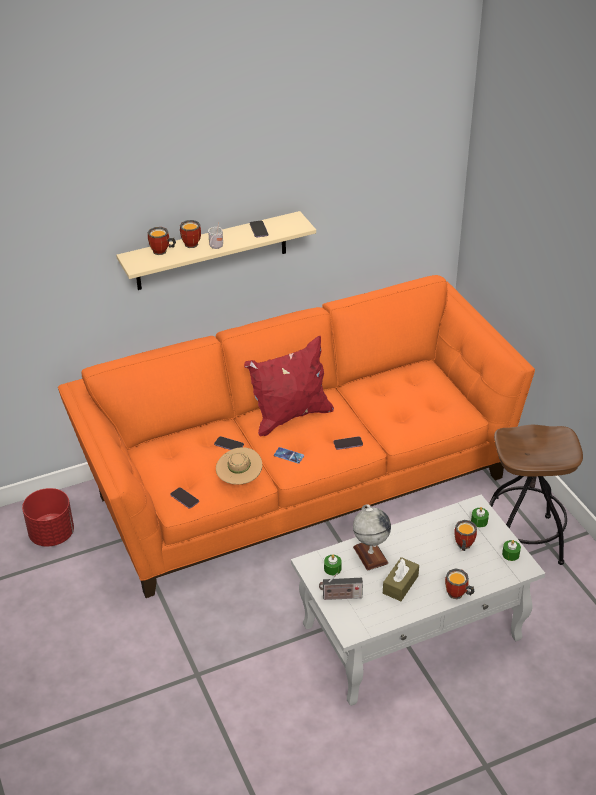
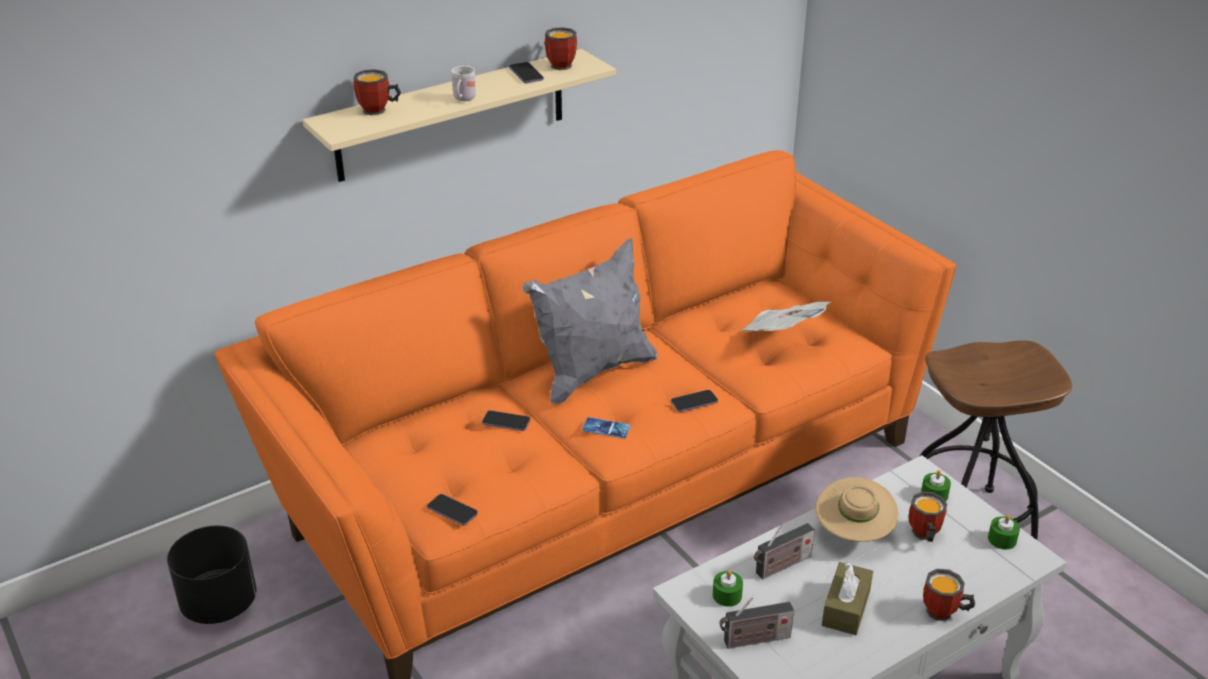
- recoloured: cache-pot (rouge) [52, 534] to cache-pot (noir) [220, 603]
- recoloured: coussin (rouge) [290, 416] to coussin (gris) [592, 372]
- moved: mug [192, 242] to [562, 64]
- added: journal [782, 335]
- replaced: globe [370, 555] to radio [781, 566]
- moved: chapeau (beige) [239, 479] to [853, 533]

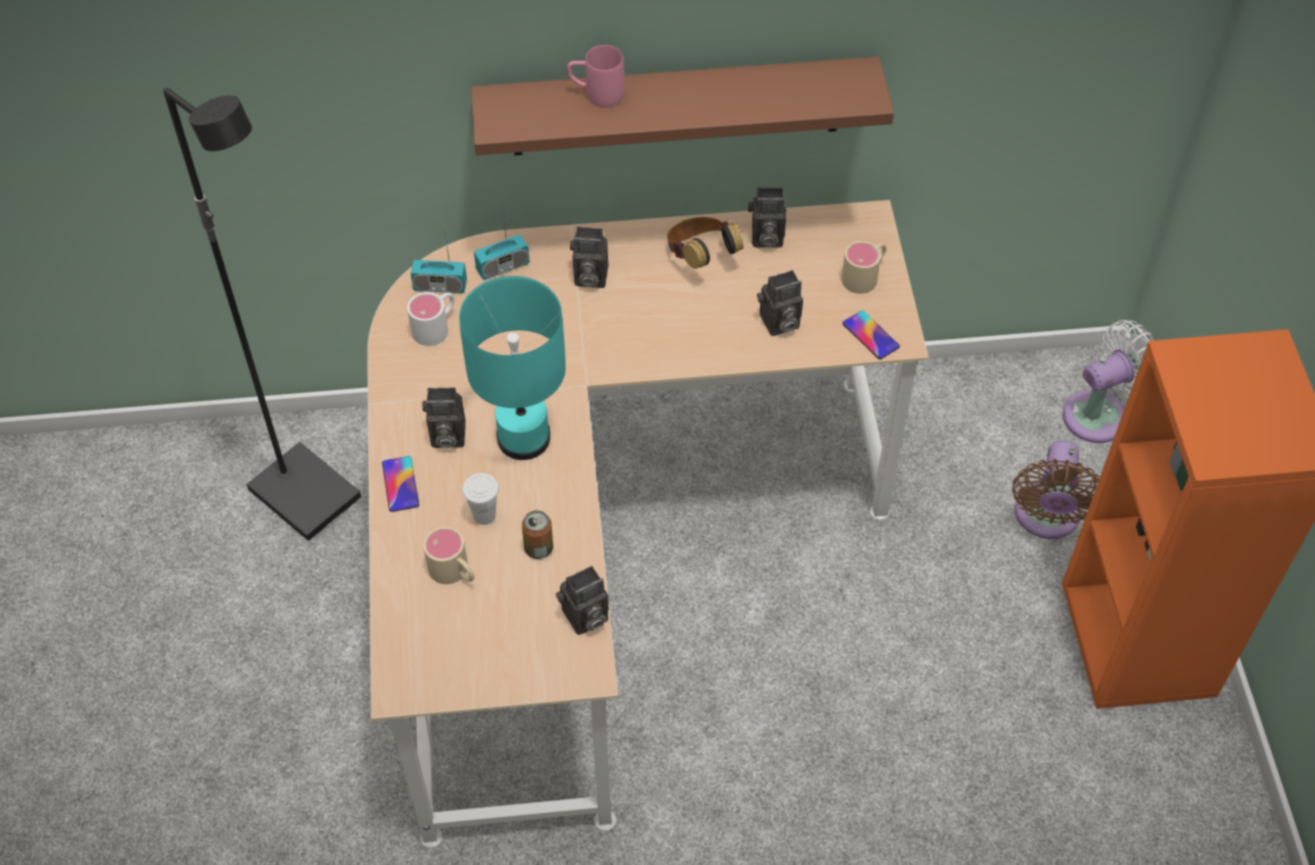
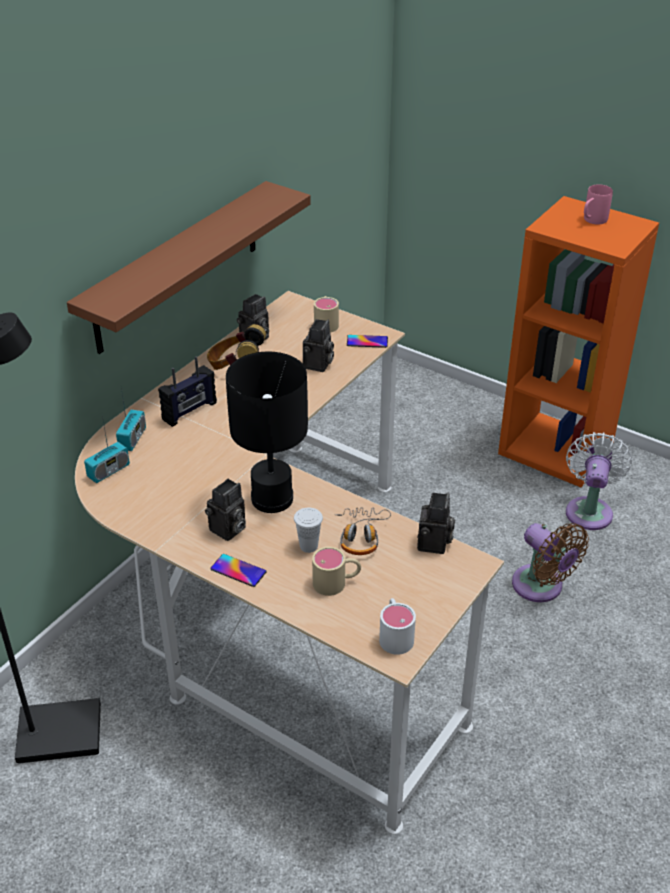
- replaced: appareil photo [589, 277] to radio [190, 411]
- recoloured: lampe de table (turquoise) [524, 438] to lampe de table (noir) [272, 498]
- replaced: boîte métallique [539, 548] to casque audio [361, 536]
- moved: mug (blanc) [436, 326] to [395, 634]
- moved: ventilateur (marron) [1046, 518] to [541, 587]
- moved: ventilateur (blanc) [1101, 414] to [589, 510]
- moved: mug (rose) [596, 94] to [592, 221]

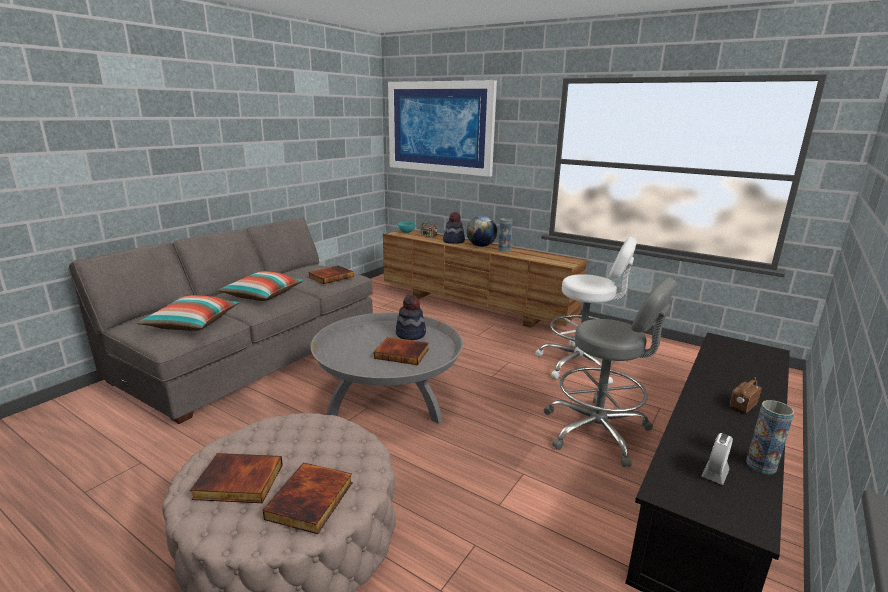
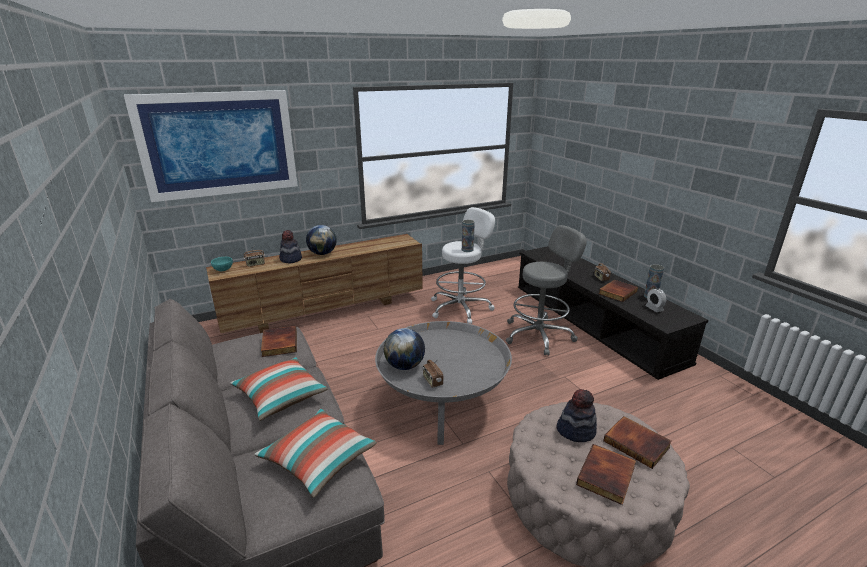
- added: globe [405, 366]
- added: radio [432, 381]
- moved: vase [504, 250] to [467, 250]
- moved: chapeau [411, 334] to [576, 430]
- moved: livre [402, 353] to [617, 292]

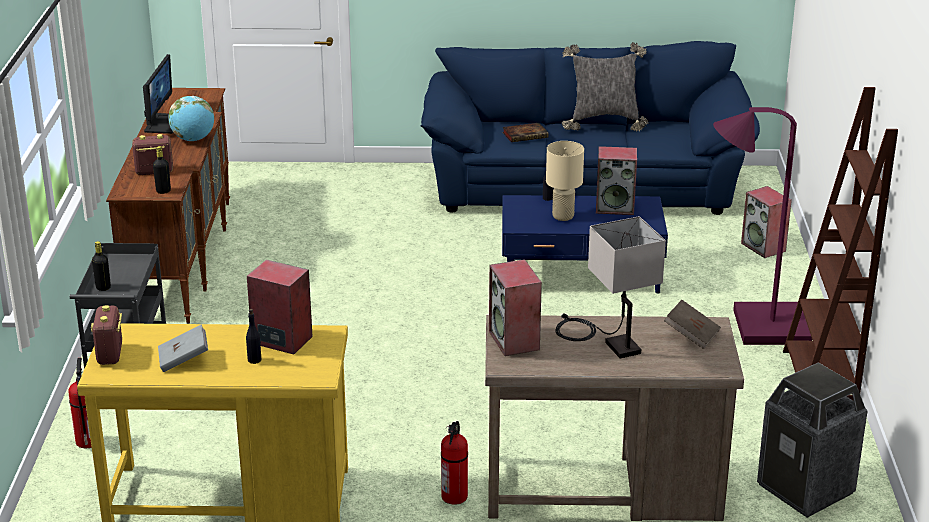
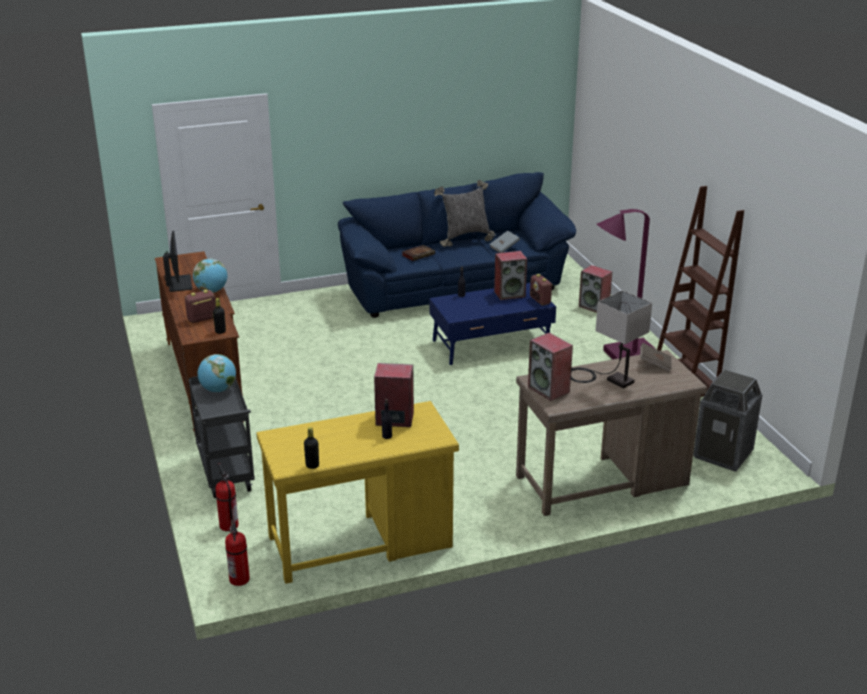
- added: globe [218, 390]
- moved: extincteur [454, 497] to [239, 579]
- moved: bouteille (noir) [103, 287] to [312, 465]
- moved: livre (gris) [184, 360] to [504, 248]
- moved: radio [110, 354] to [540, 301]
- removed: lampe de table (beige) [562, 218]

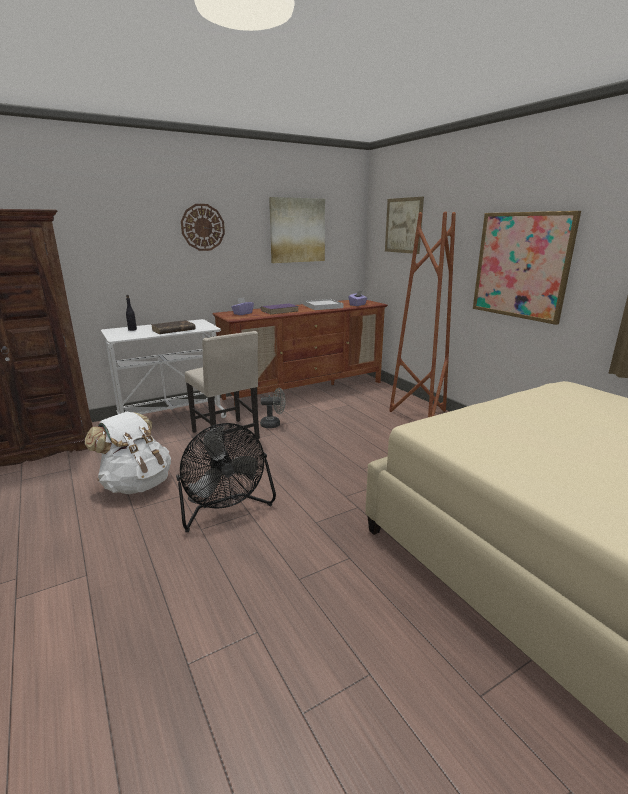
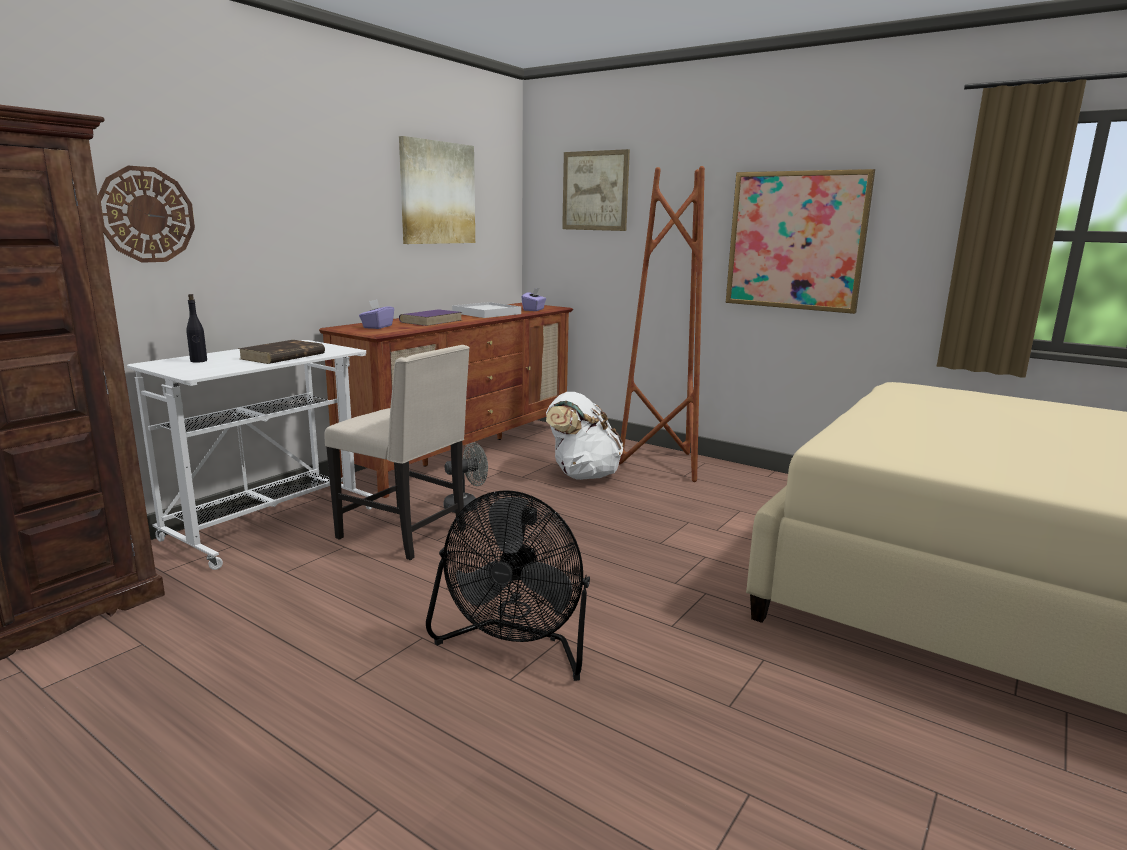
- moved: horloge murale [203, 227] to [146, 215]
- turned: ventilateur (noir) [221, 509] = [512, 642] 75 degrees clockwise
- moved: sac à dos (blanc) [136, 484] to [582, 475]

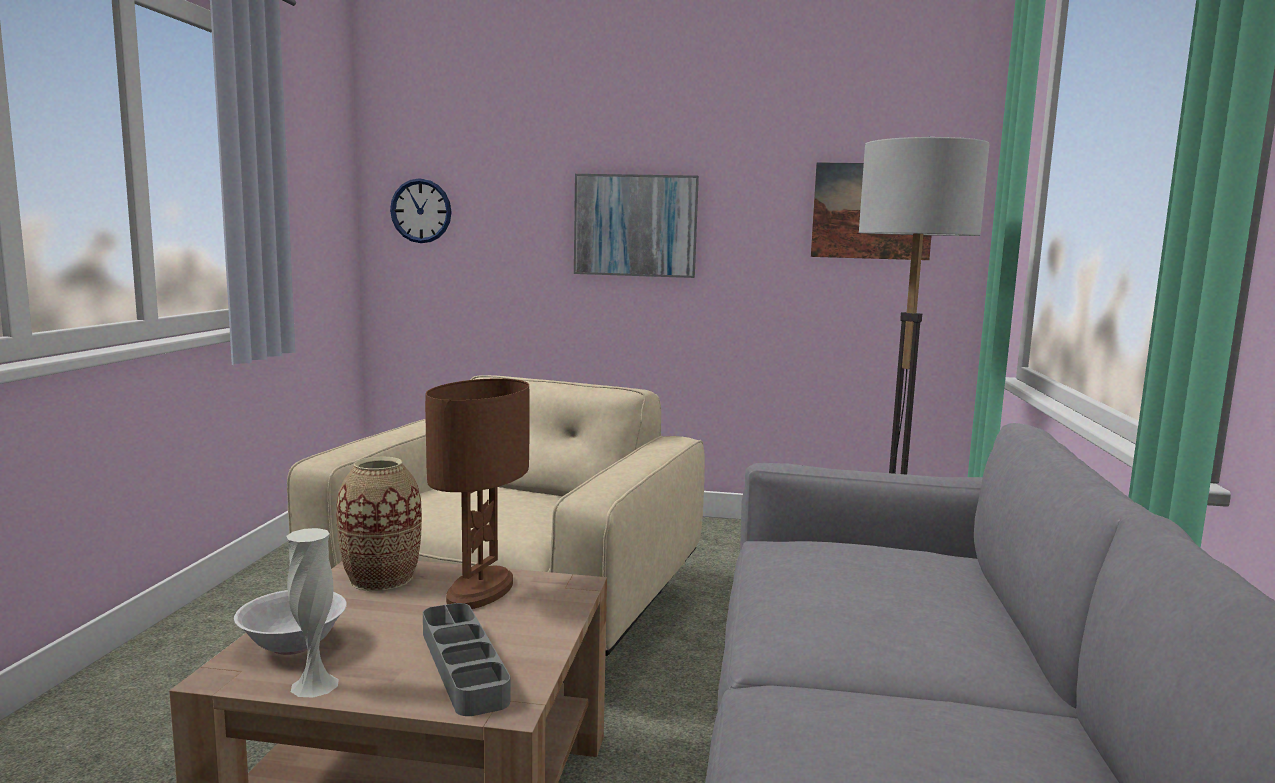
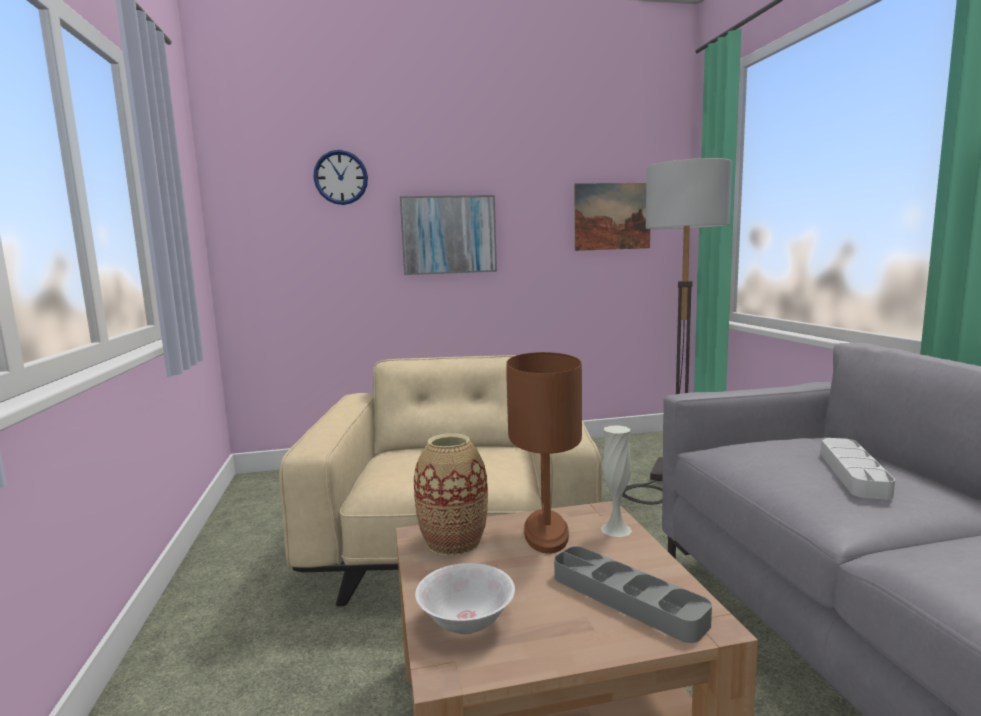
- moved: horloge murale [421, 211] to [341, 177]
- moved: vase (blanc) [314, 685] to [616, 529]
- added: plateau (gris) [853, 473]

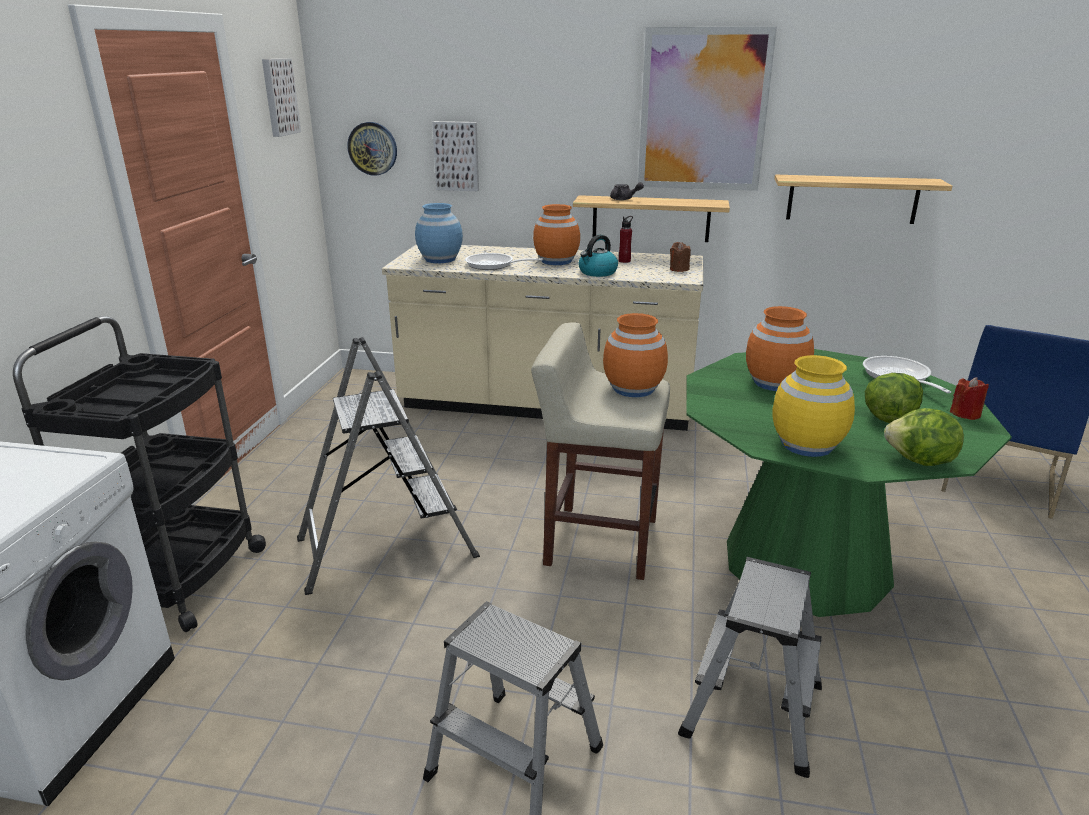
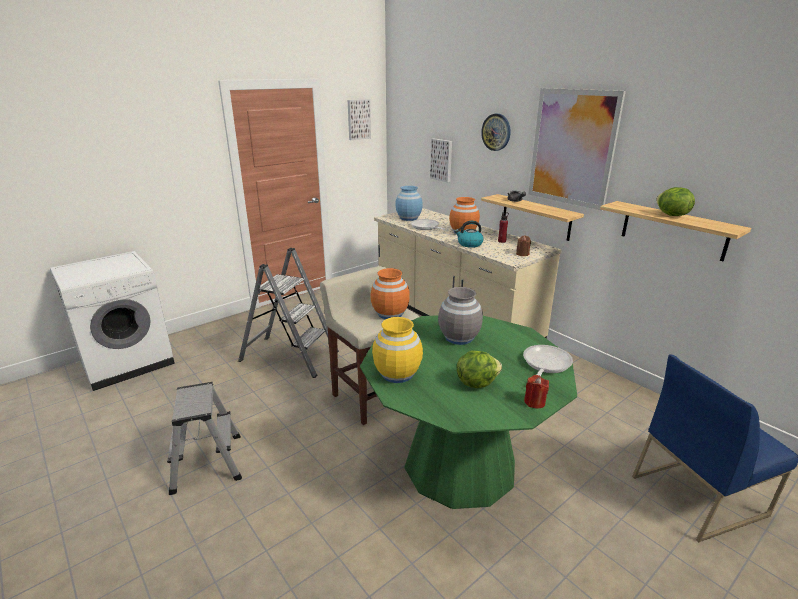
- recoloured: vase (orange) [775, 383] to vase (gris) [459, 337]
- moved: horloge murale [372, 148] to [496, 132]
- moved: laitue [920, 462] to [671, 215]
- removed: chariot (noir) [178, 580]
- removed: escabeau (gris) [752, 709]

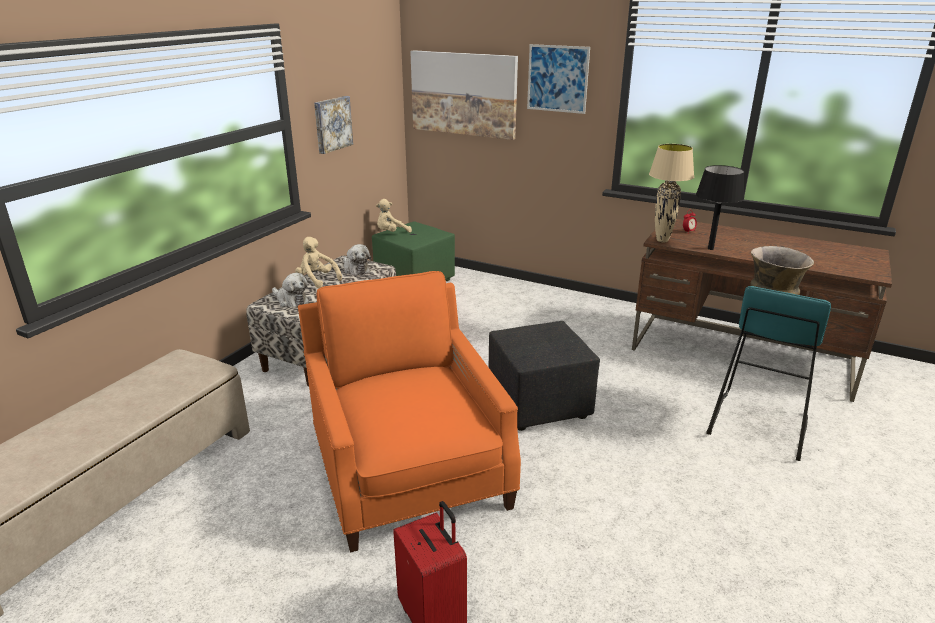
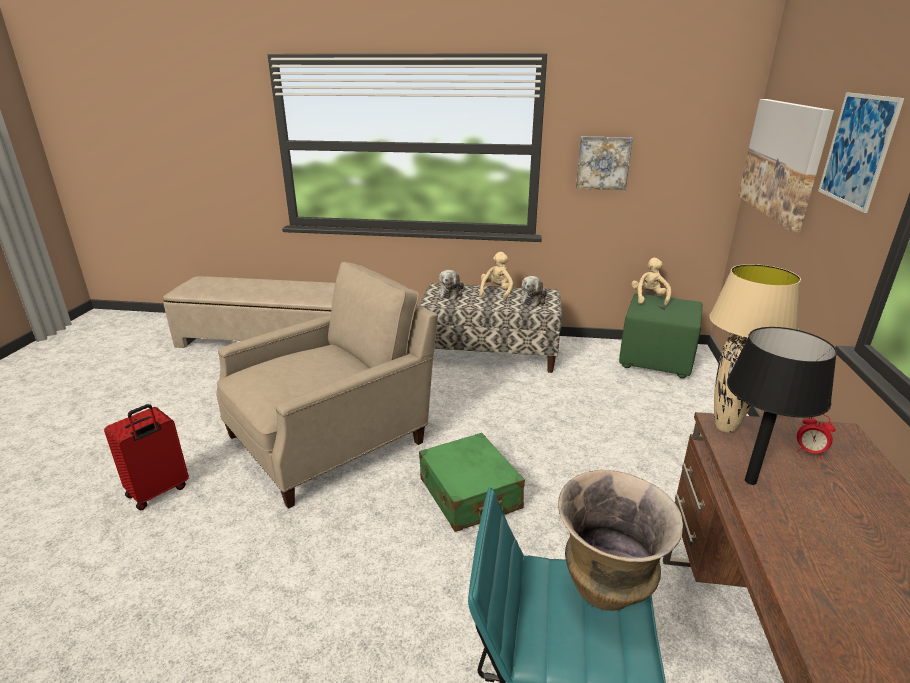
- recoloured: fauteuil (orange) [409, 468] to fauteuil (beige) [331, 437]
- replaced: pouf (noir) [539, 404] to valise (vert) [469, 494]
- turned: peluche (beige) [391, 233] = [649, 298] 60 degrees clockwise

